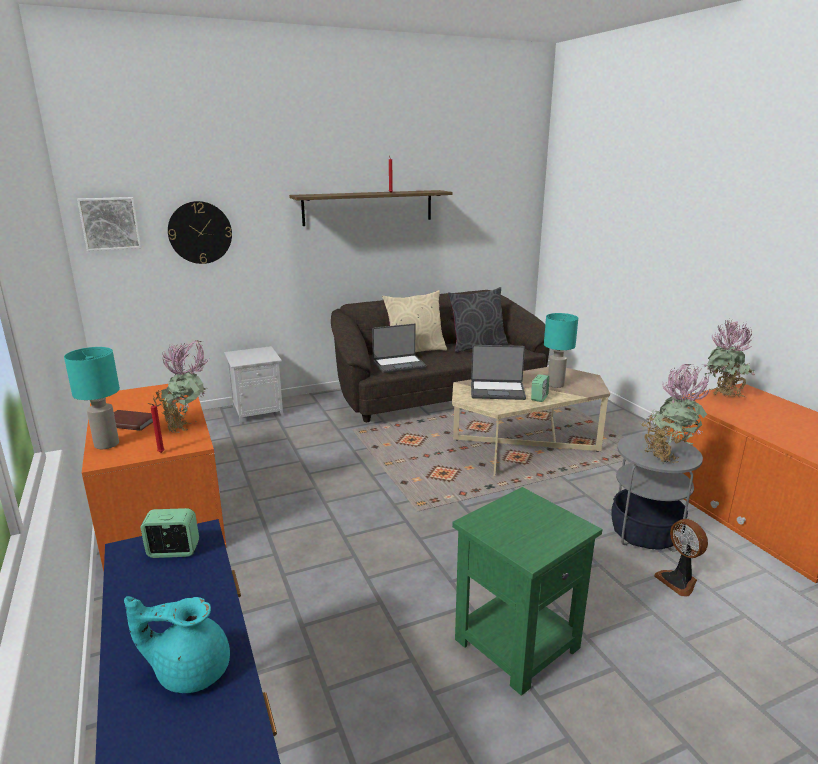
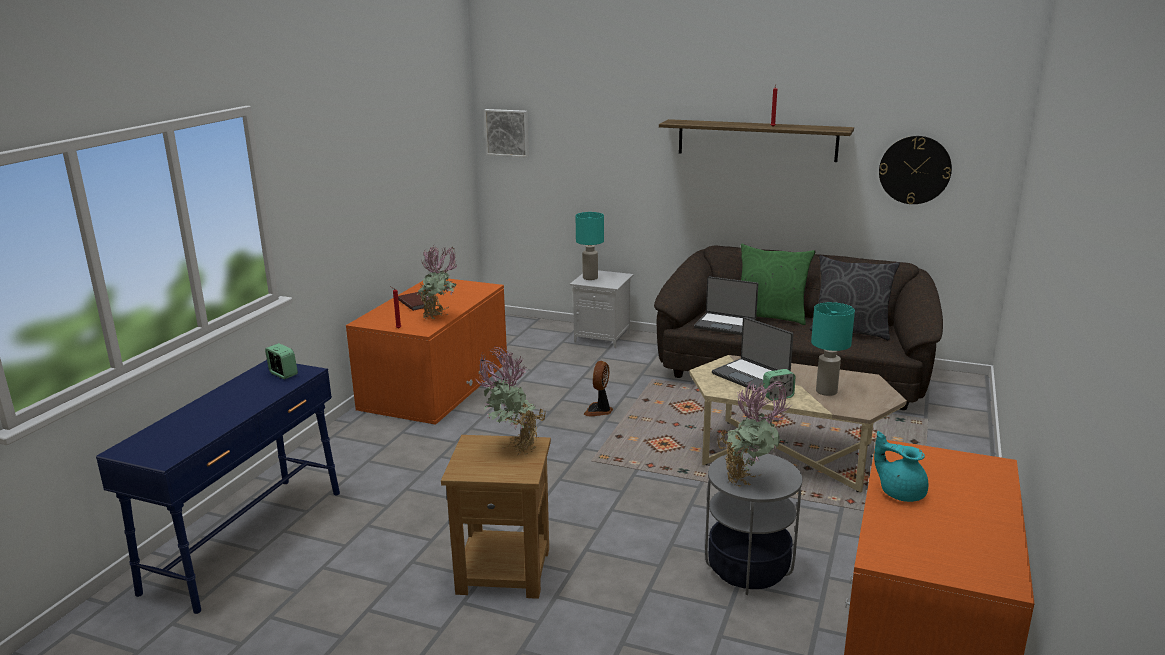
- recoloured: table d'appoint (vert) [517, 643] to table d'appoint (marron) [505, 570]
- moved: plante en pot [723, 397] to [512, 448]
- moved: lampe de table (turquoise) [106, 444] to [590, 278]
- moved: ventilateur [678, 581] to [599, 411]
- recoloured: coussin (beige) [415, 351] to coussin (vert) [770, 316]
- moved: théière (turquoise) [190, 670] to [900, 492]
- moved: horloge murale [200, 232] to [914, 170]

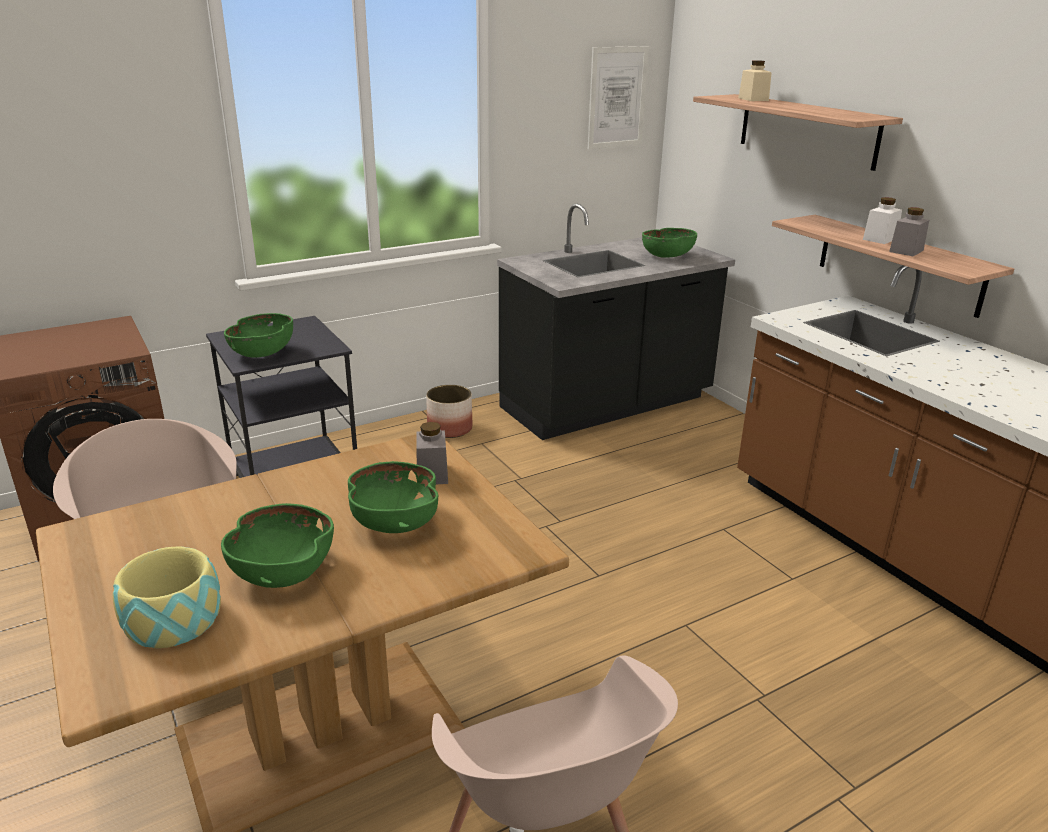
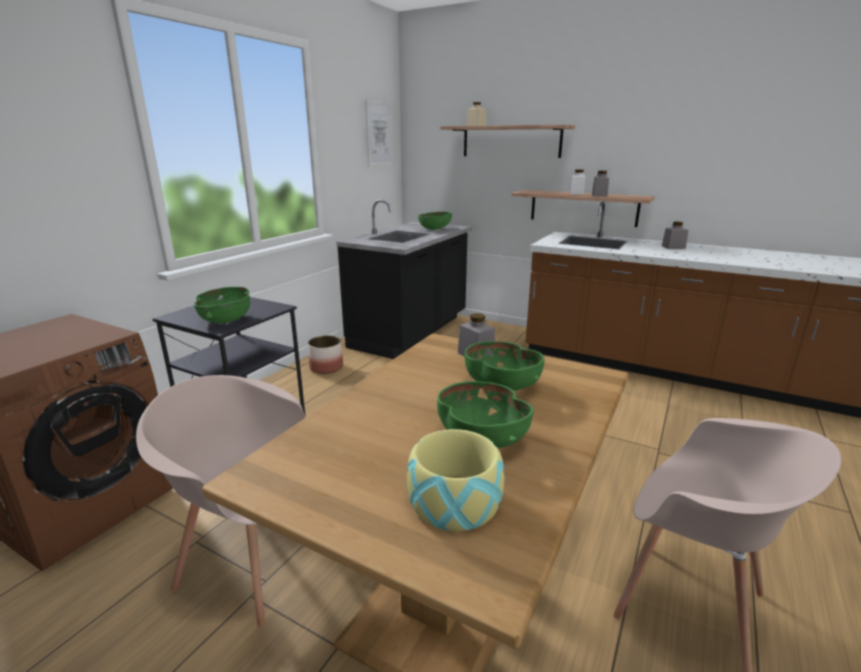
- added: bocal (gris) [673, 247]

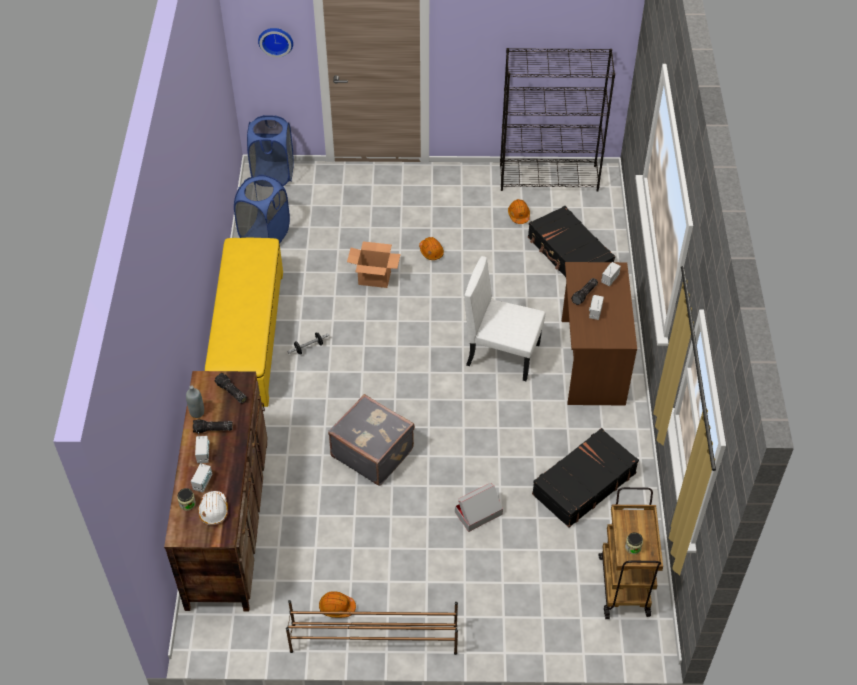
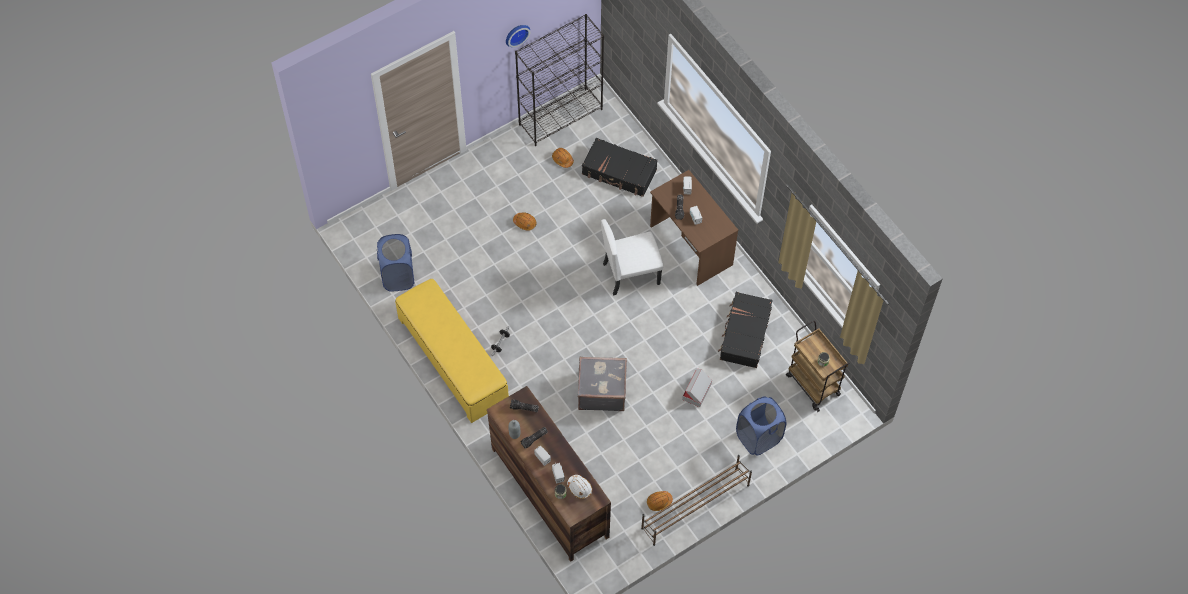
- moved: horloge murale [276, 40] to [516, 34]
- moved: panier à linge (bleu) [273, 174] to [758, 438]
- removed: carton [375, 278]

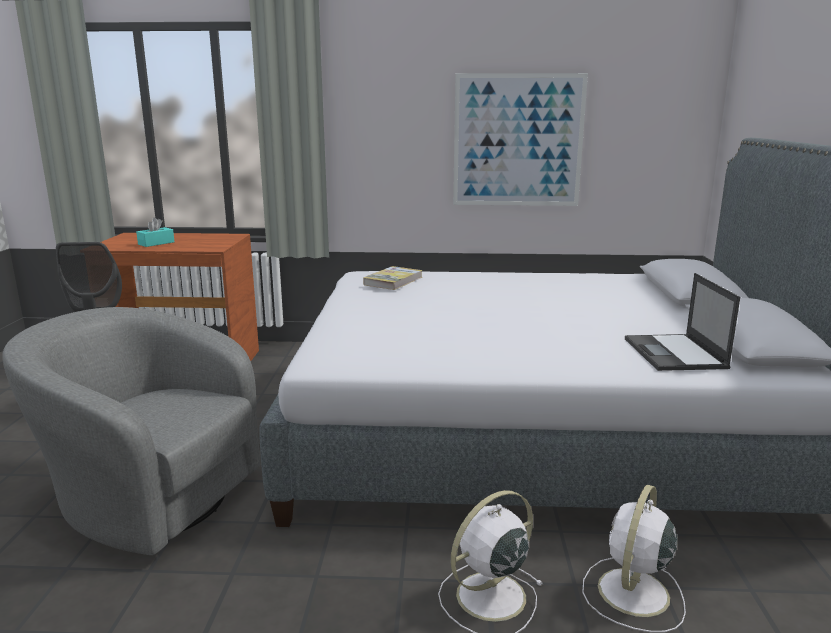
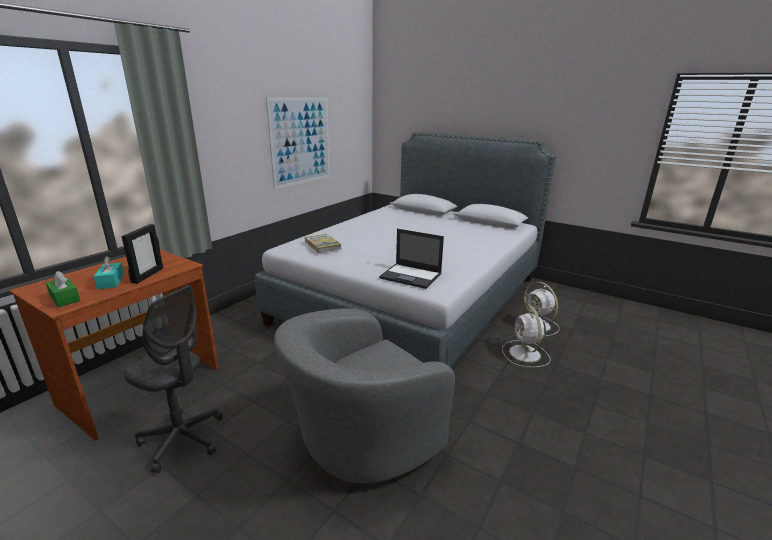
- added: boîte à mouchoirs (vert) [65, 298]
- added: cadre photo [147, 275]
- moved: ordinateur portable [675, 353] to [411, 276]

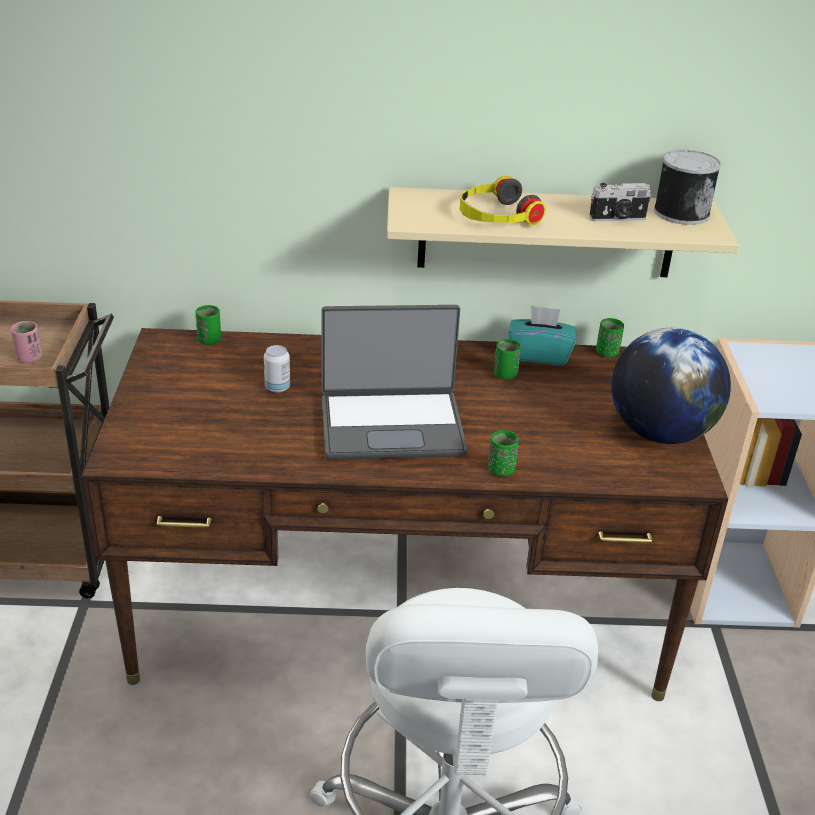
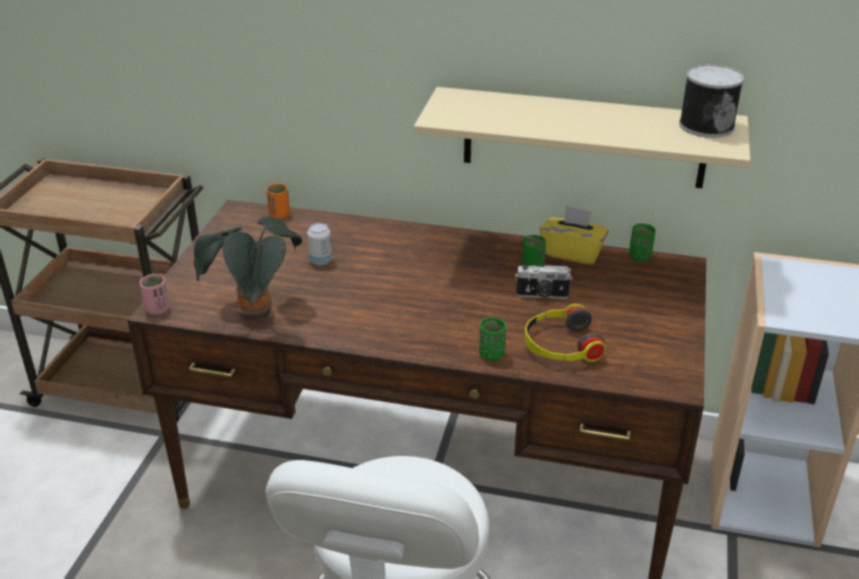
- moved: tasse (rose) [29, 358] to [157, 309]
- added: plante en pot [256, 316]
- recoloured: tasse (vert) [209, 340] to tasse (orange) [279, 215]
- moved: appareil photo [618, 219] to [542, 295]
- moved: casque audio [496, 216] to [561, 345]
- recoloured: boîte à mouchoirs (turquoise) [539, 355] to boîte à mouchoirs (jaune) [572, 253]
- removed: ordinateur portable [392, 425]
- removed: globe [660, 433]

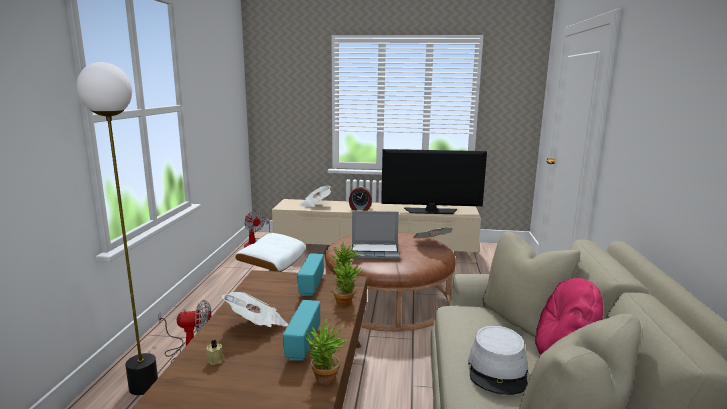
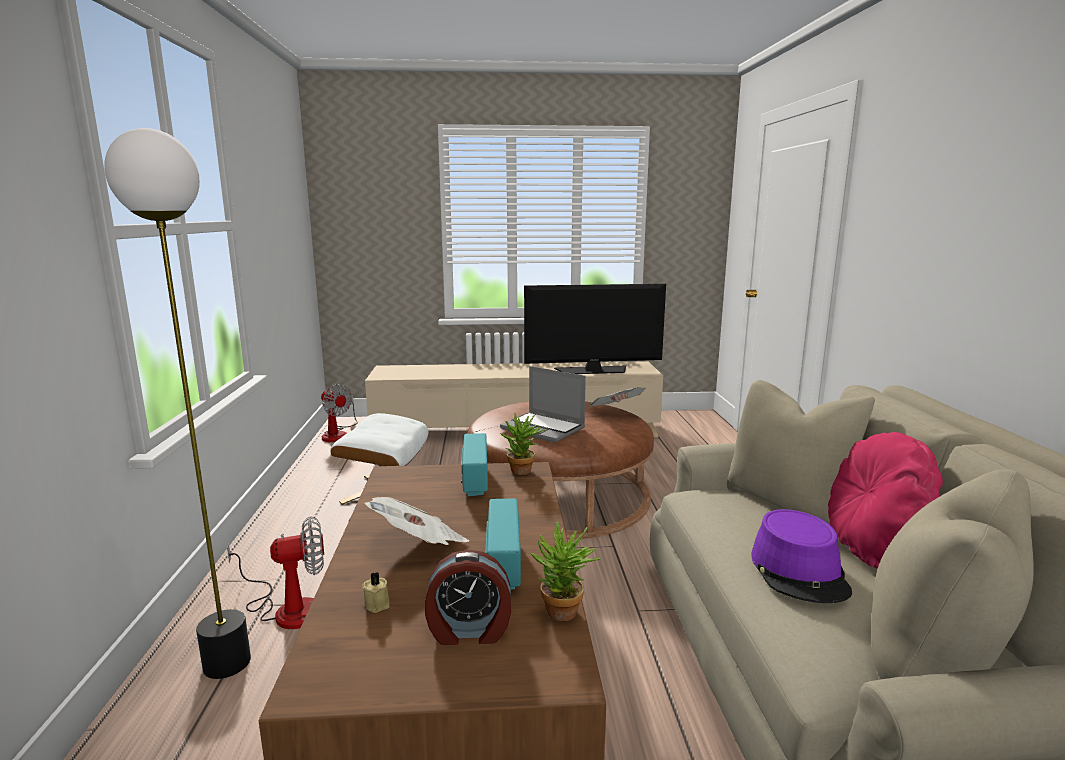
- moved: réveil [360, 209] to [469, 632]
- turned: ordinateur portable [375, 252] = [544, 428] 45 degrees clockwise
- recoloured: chapeau (gris) [498, 370] to chapeau (violet) [799, 571]
- removed: journal [315, 205]
- removed: plante en pot [346, 302]

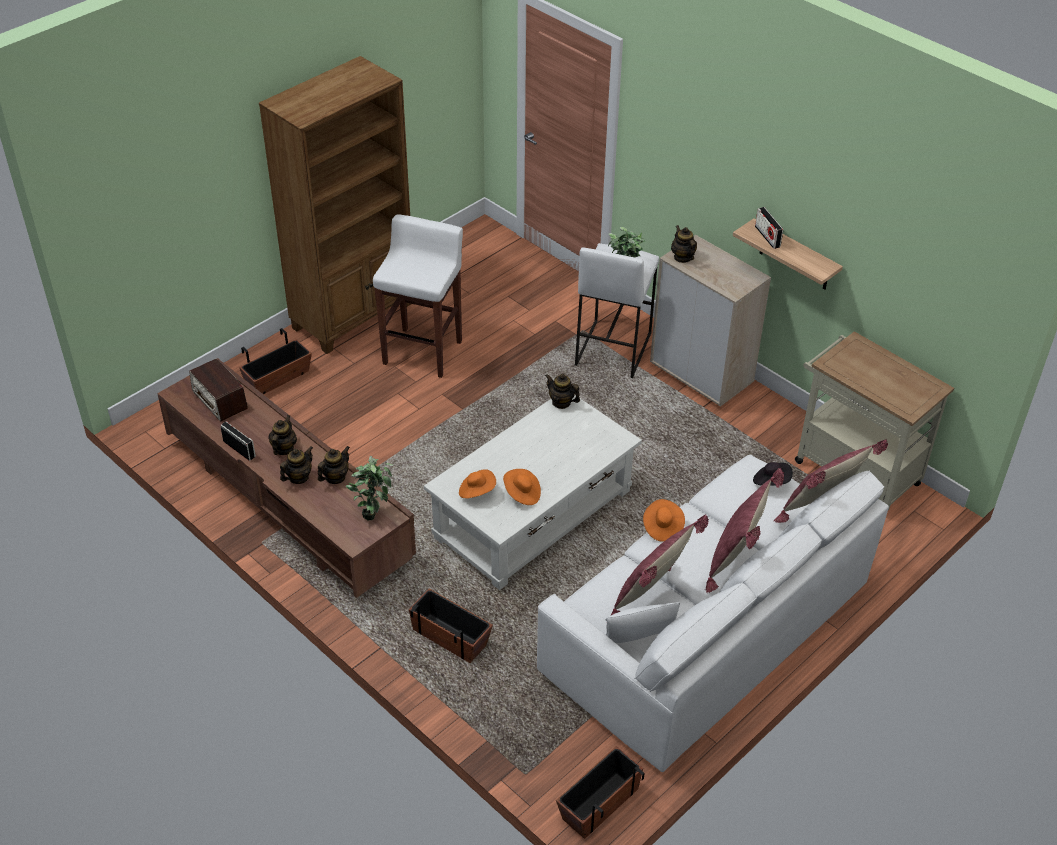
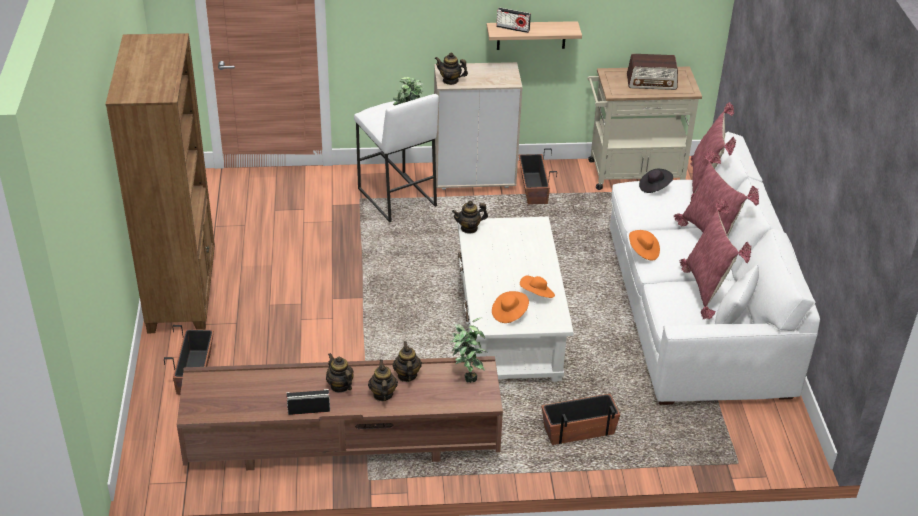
- moved: cache-pot [599, 803] to [533, 189]
- moved: radio [220, 400] to [651, 82]
- removed: tabouret (blanc) [423, 352]

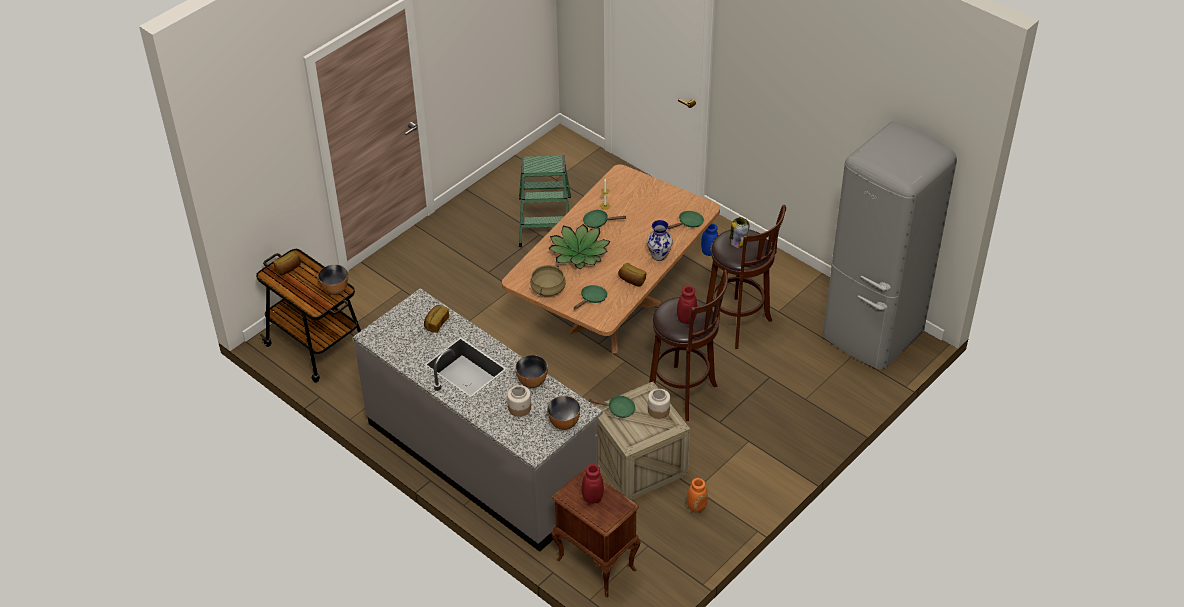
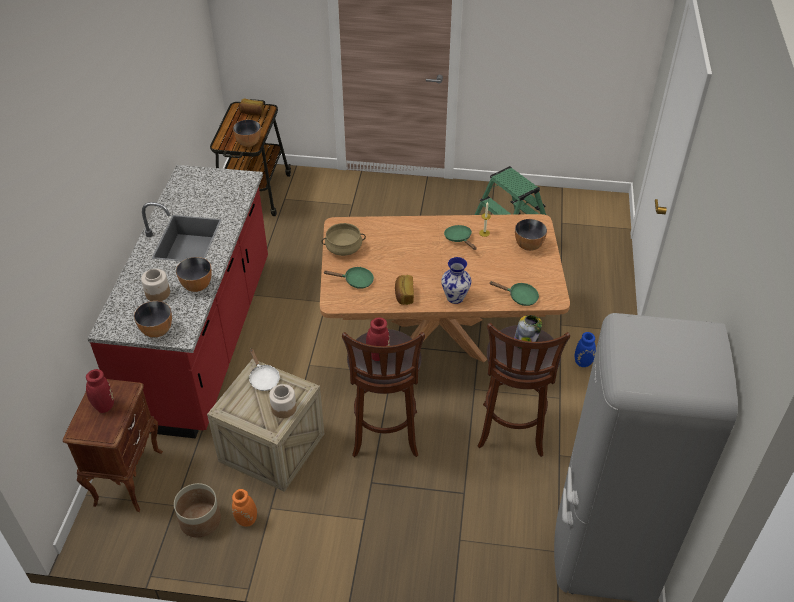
- recoloured: comptoir de cuisine (gris) [482, 459] to comptoir de cuisine (rouge) [204, 340]
- added: cache-pot [200, 520]
- recoloured: poêle (vert) [618, 409] to poêle (blanc) [263, 378]
- added: bol [528, 245]
- removed: pain [436, 323]
- removed: plante en pot [579, 253]

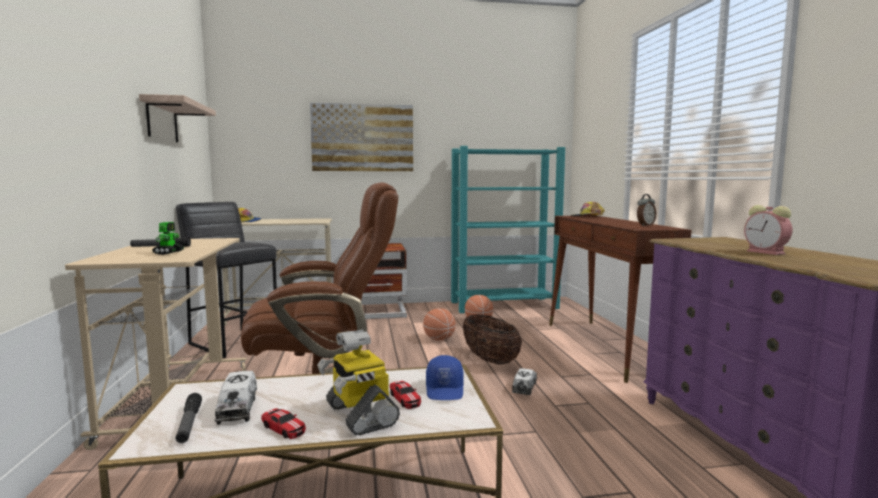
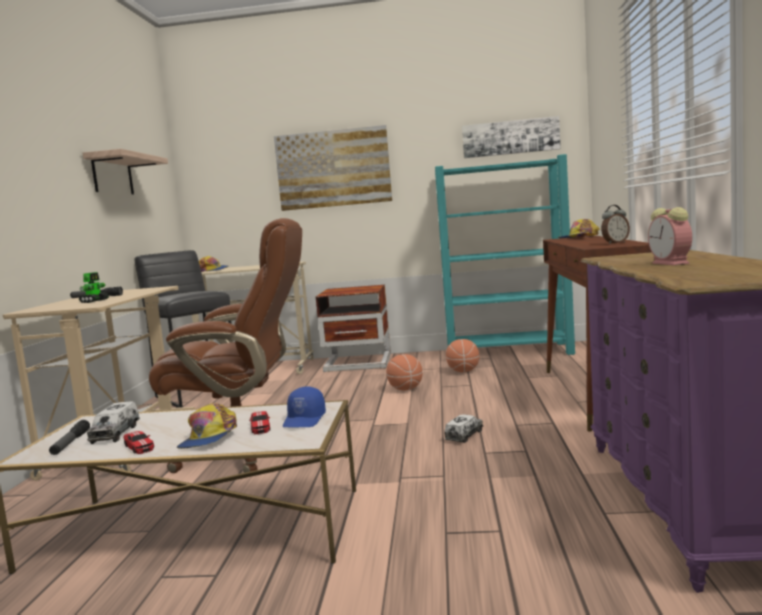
- replaced: robot jouet [359, 414] to casquette [209, 438]
- added: tableau [510, 137]
- removed: panier [490, 360]

